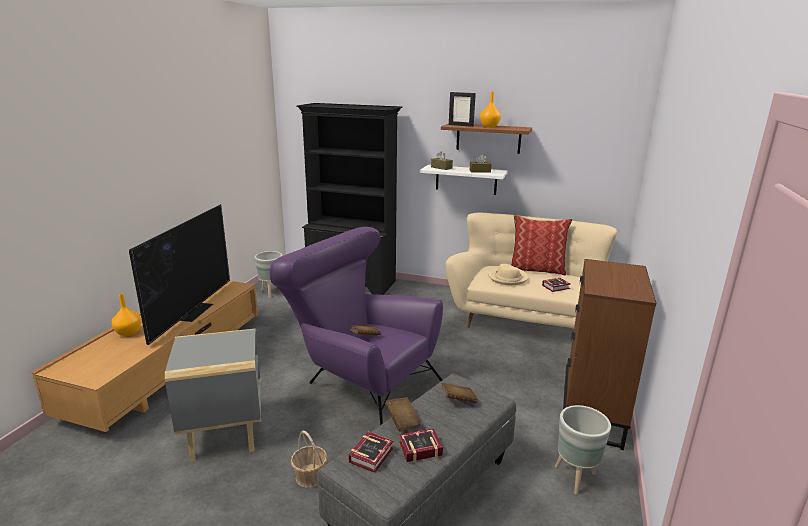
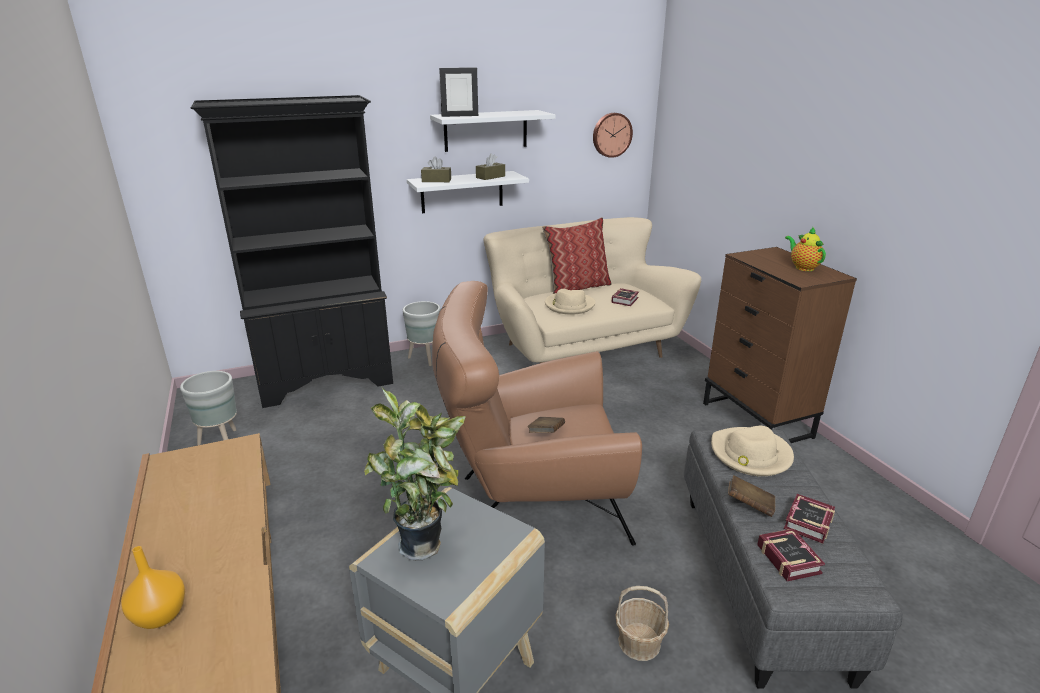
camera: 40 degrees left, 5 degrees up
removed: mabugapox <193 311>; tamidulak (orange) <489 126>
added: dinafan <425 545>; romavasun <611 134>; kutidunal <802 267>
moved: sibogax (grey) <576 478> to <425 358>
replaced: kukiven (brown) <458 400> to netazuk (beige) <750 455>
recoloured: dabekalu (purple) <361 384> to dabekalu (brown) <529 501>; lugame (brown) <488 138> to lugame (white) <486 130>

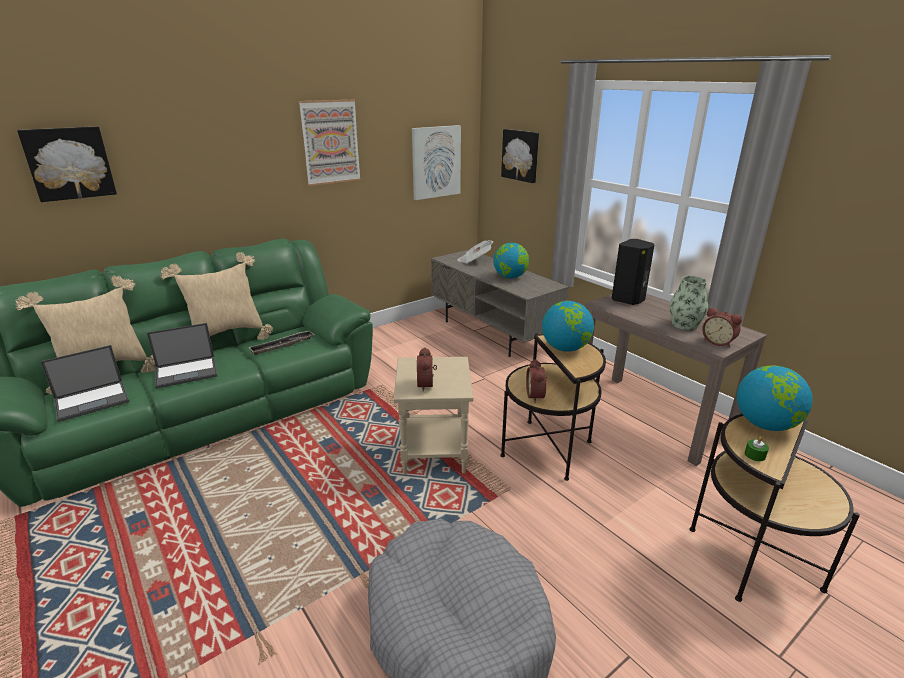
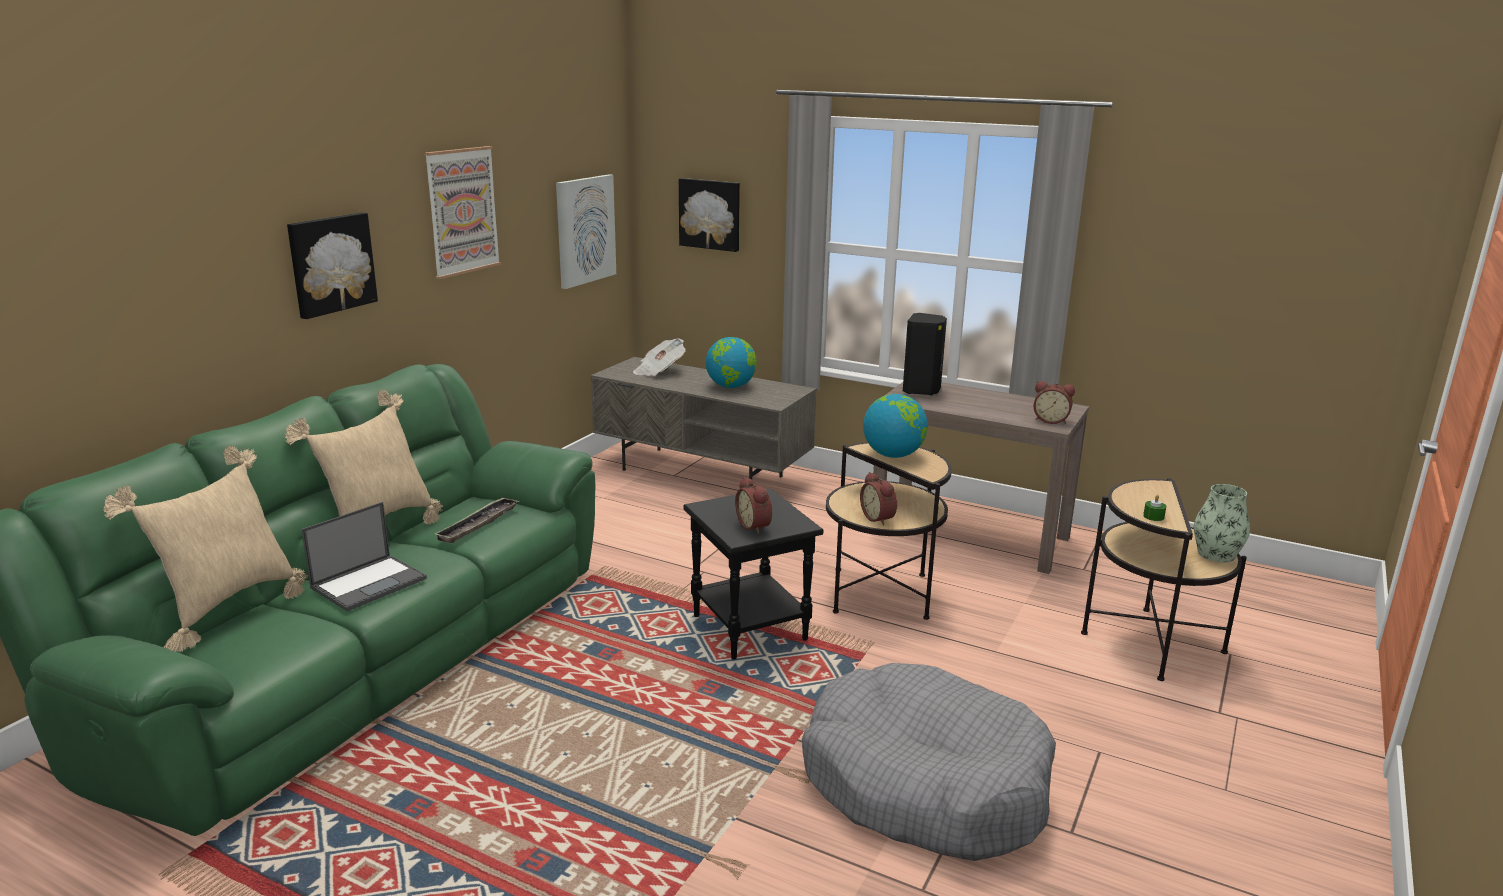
camera: 25 degrees left, 5 degrees down
removed: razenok <93 400>; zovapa <765 424>
moved: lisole <69 163> to <331 264>; tamidulak <684 325> to <1216 554>
recoloured: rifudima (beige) <435 453> to rifudima (black) <752 628>

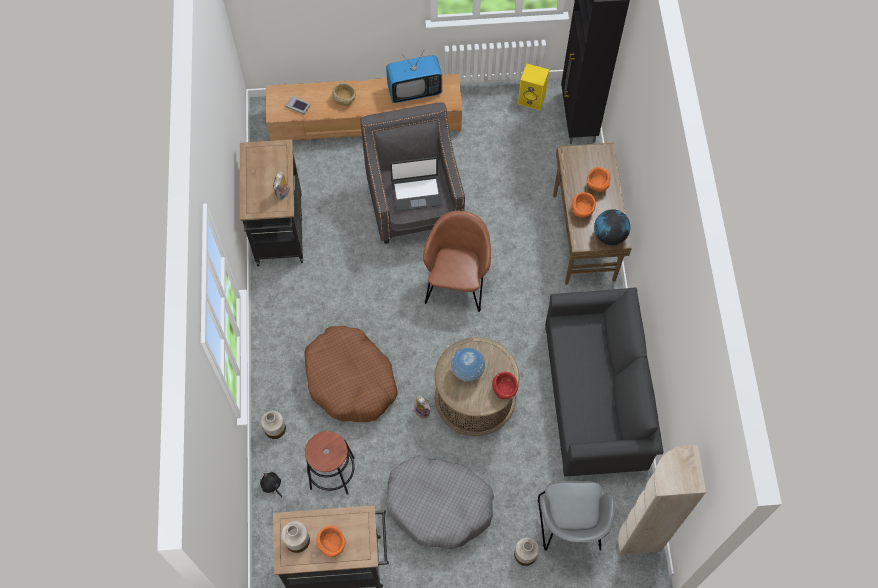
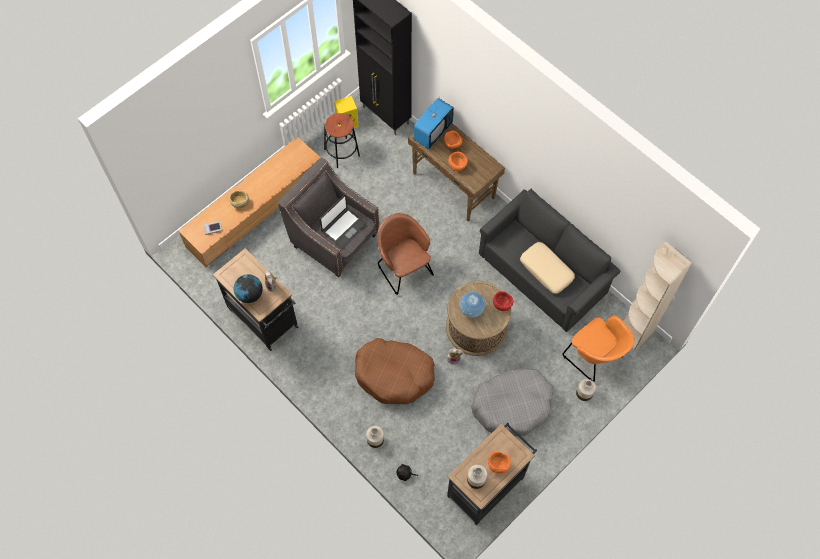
camera: 40 degrees left, 0 degrees up
added: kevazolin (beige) <546 270>
moved: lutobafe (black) <332 473> to <342 152>; mabugapox <414 91> to <433 132>; zovapa <609 235> to <249 294>
recoloured: dabekalu (grey) <569 527> to dabekalu (orange) <594 358>

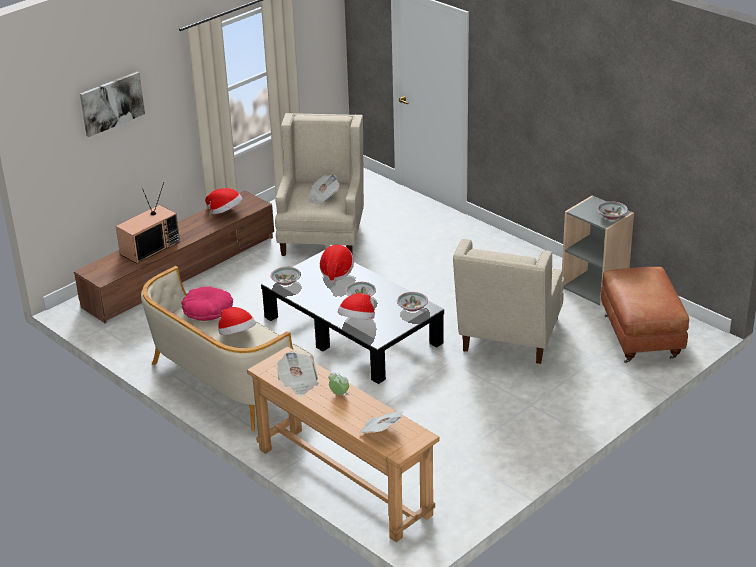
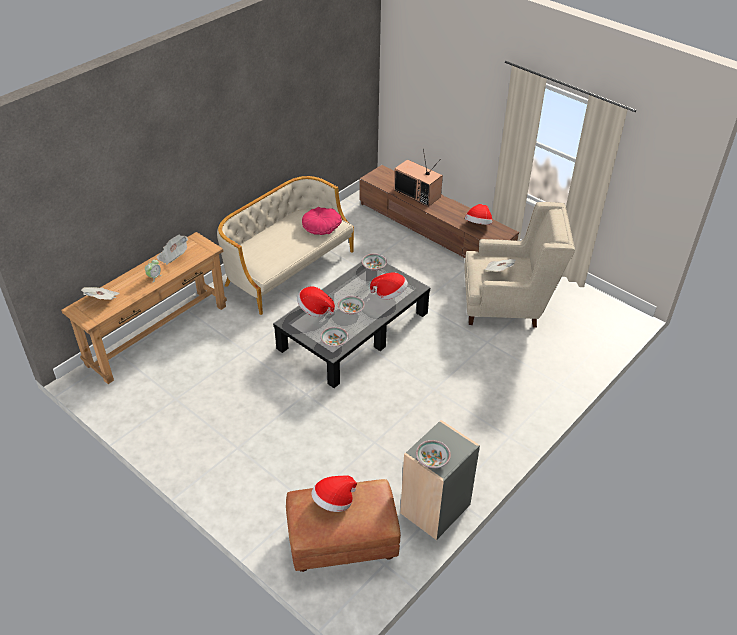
camera: 85 degrees right, 10 degrees up
removed: lisole <112 103>; dabekalu (beige) <508 340>
moved: netazuk <237 334> to <334 502>

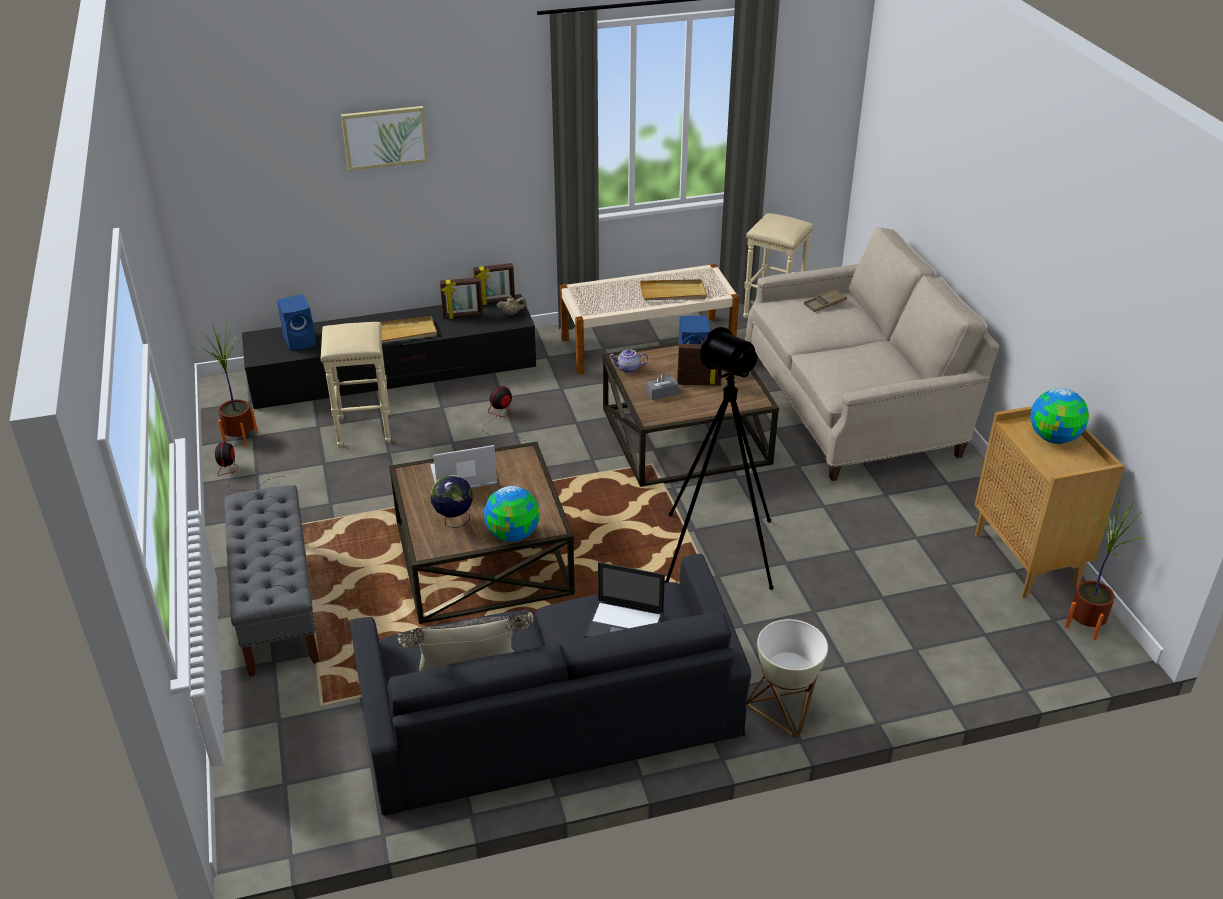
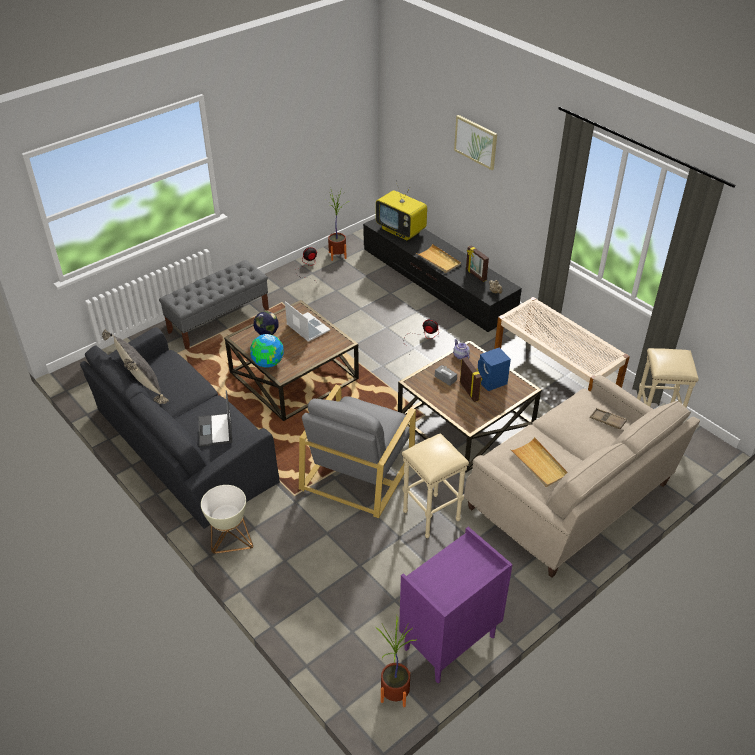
camera: 65 degrees right, 5 degrees up
removed: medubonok <495 302>; zovapa <1054 438>
moved: lutobafe (beige) <363 429> to <431 514>; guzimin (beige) <673 293> to <539 464>
replaced: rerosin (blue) <301 341> to mabugapox <401 230>; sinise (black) <718 551> to dabekalu (grey) <358 471>
recoloured: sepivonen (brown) <1026 560> to sepivonen (purple) <449 643>

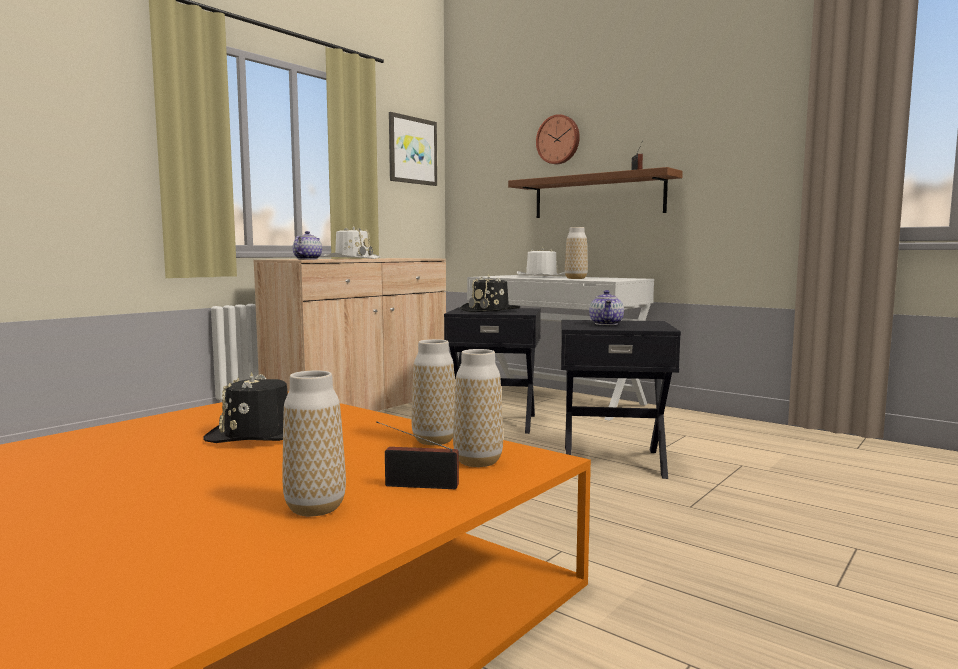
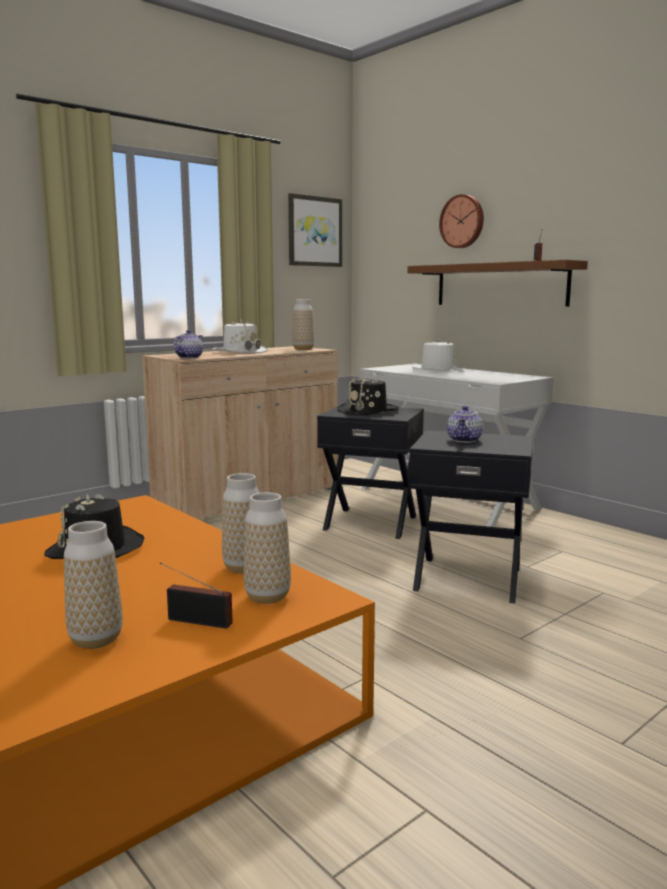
camera: 10 degrees right, 5 degrees up
moved: tamidulak <575 278> to <303 349>

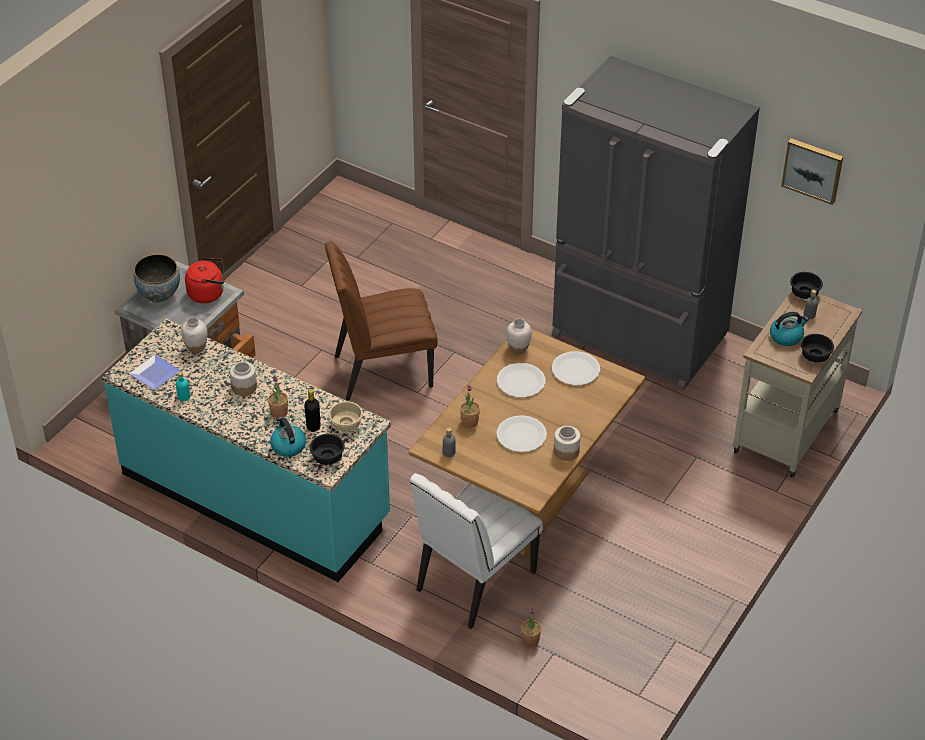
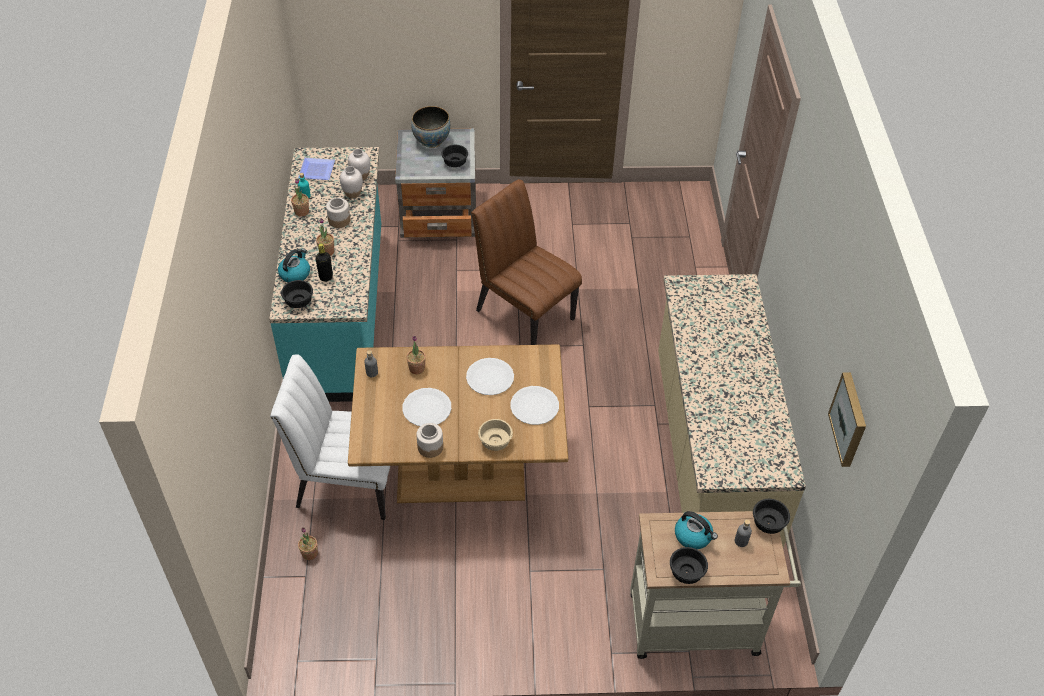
camera: 55 degrees right, 5 degrees up
added: dinafan <301 212>
moved: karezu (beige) <345 424> to <495 441>; tamidulak (white) <518 349> to <352 194>
replaced: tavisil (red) <208 293> to karezu (black) <455 163>; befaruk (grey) <637 338> to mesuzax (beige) <710 455>

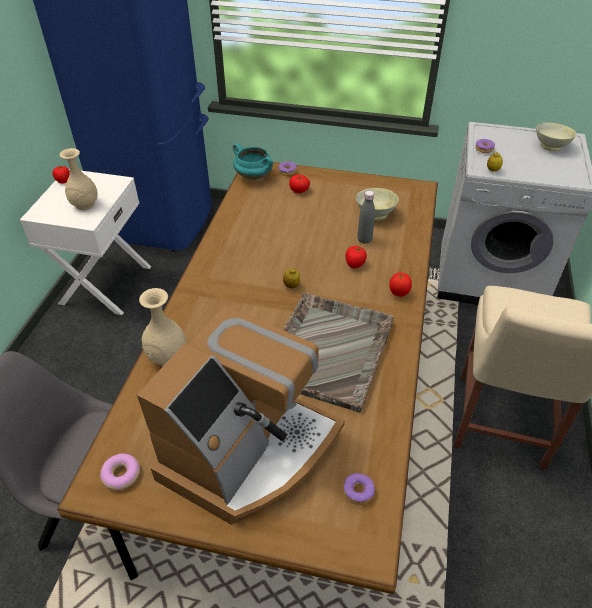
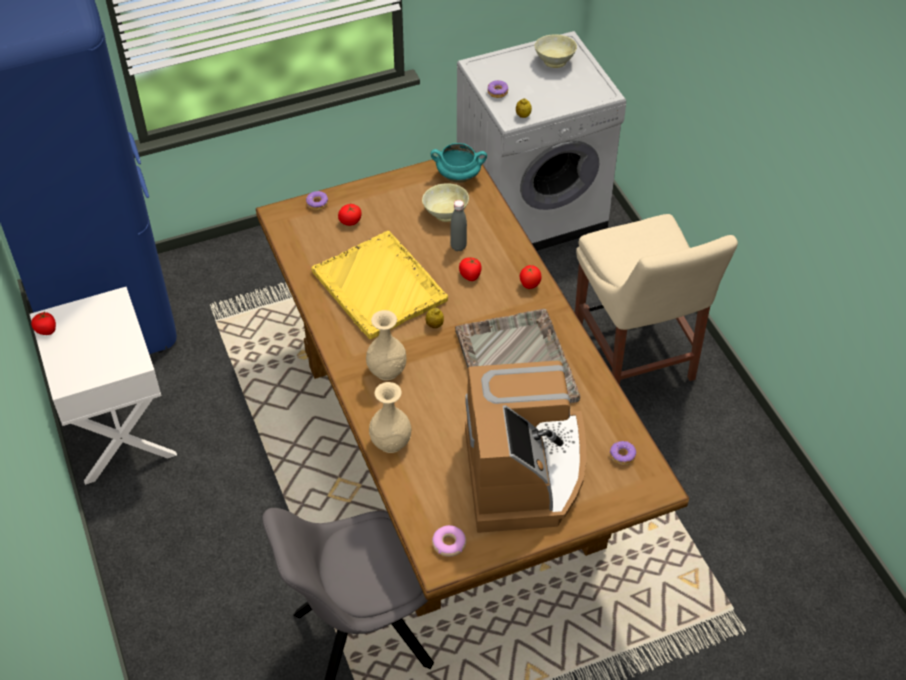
camera: 35 degrees left, 5 degrees up
added: guzimin (yellow) <380 287>
moved: tamidulak (beige) <85 205> to <387 371>; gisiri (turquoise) <254 176> to <459 176>

